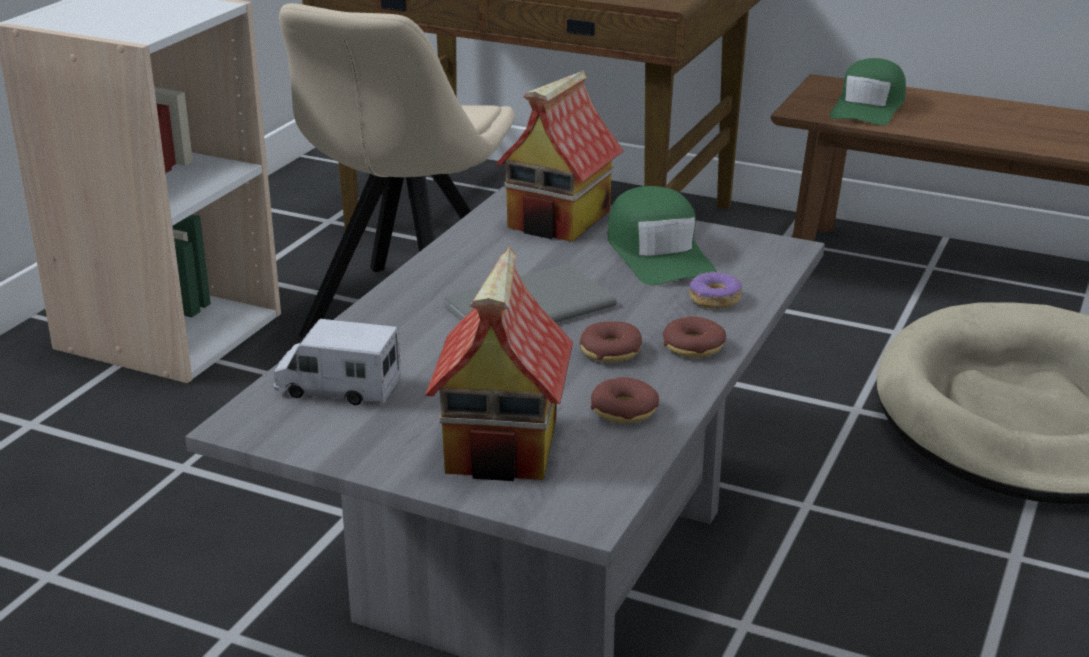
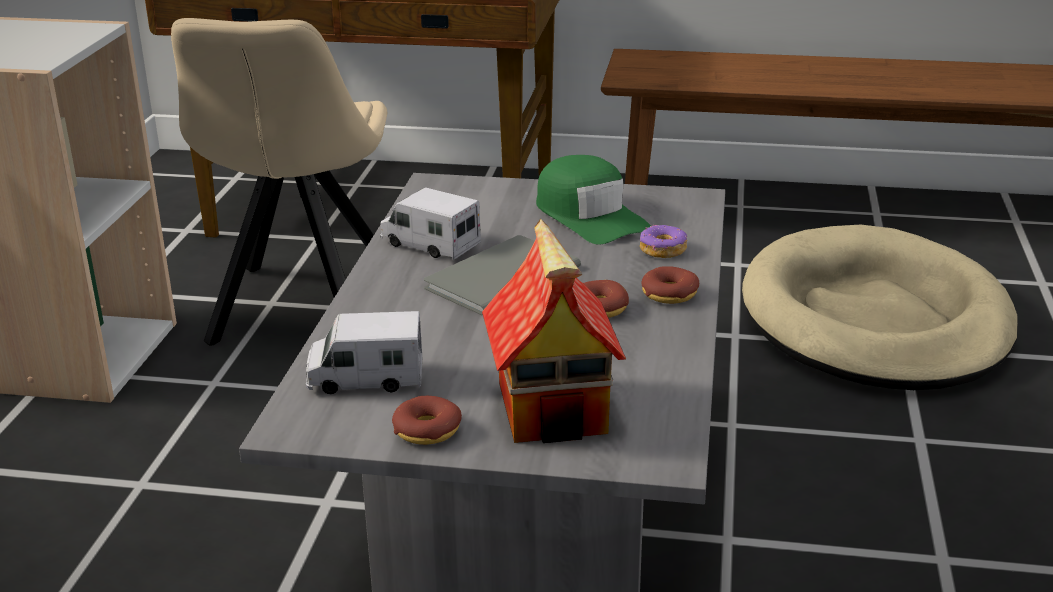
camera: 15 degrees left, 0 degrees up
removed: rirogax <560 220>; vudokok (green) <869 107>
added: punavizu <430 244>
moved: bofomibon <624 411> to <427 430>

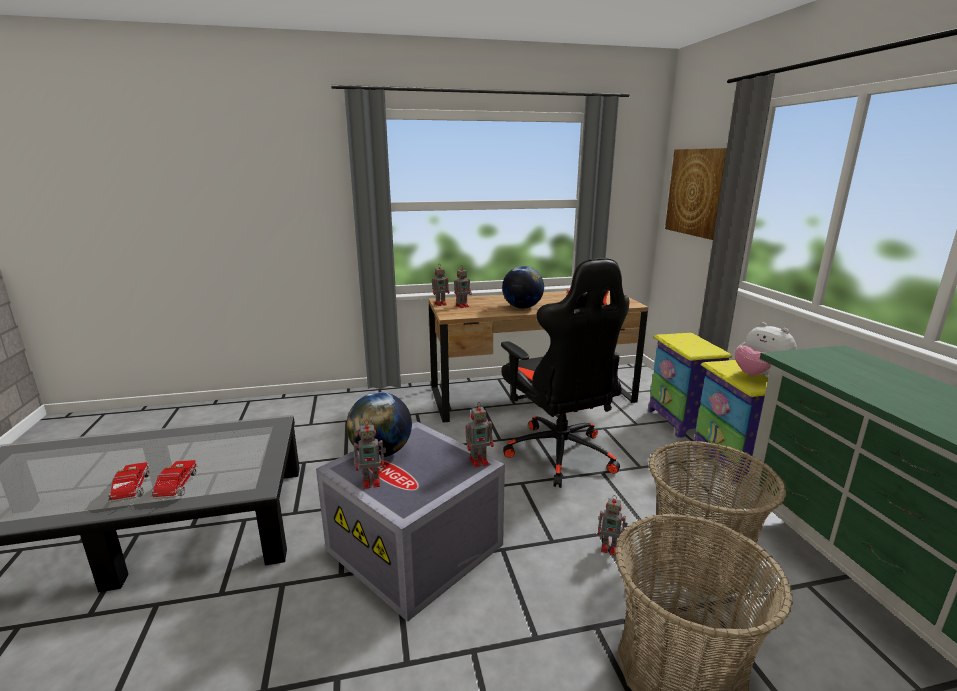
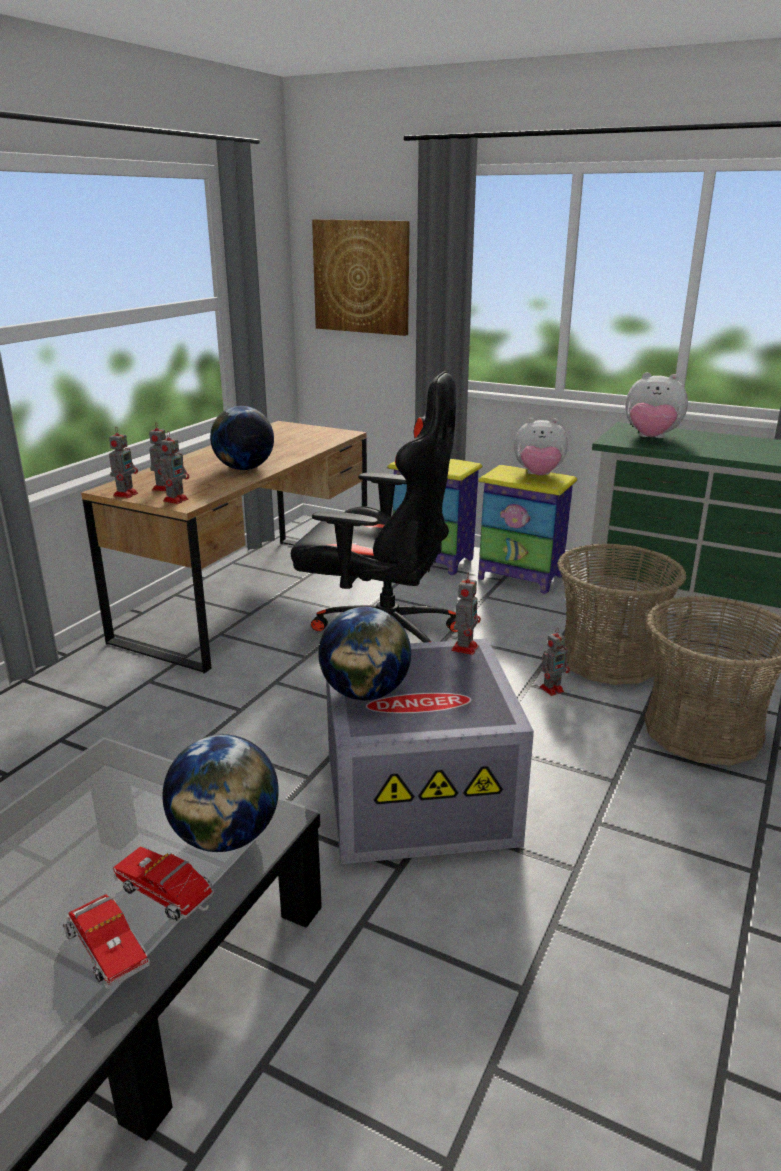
camera: 50 degrees left, 5 degrees up
added: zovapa <226 837>; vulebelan <651 438>
moved: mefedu <372 481> to <176 499>
turned: punavizu <132 490> = <105 947> 150 degrees counterclockwise

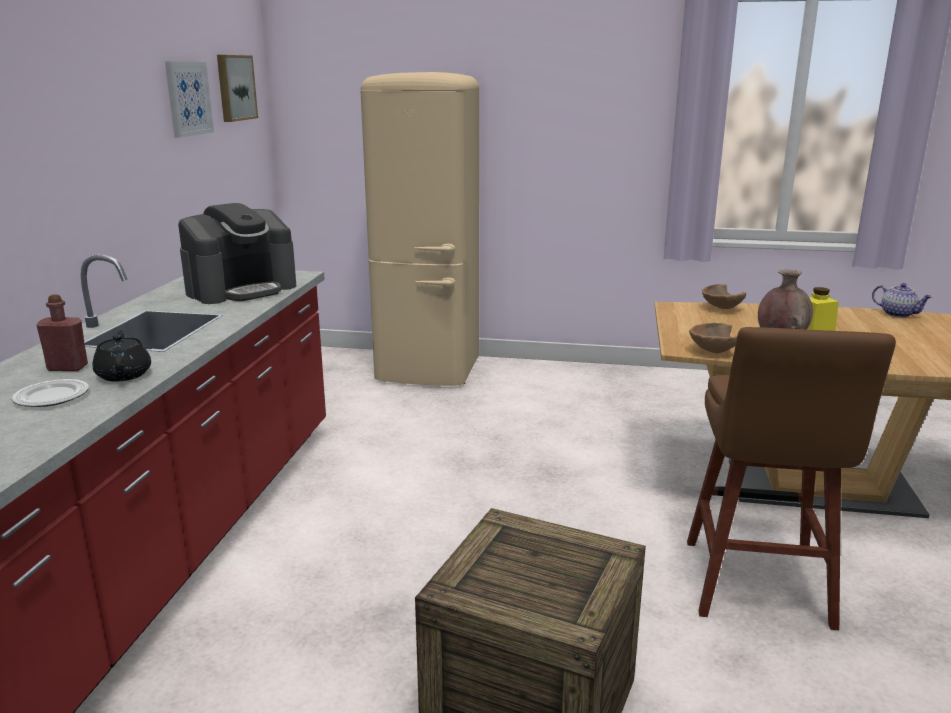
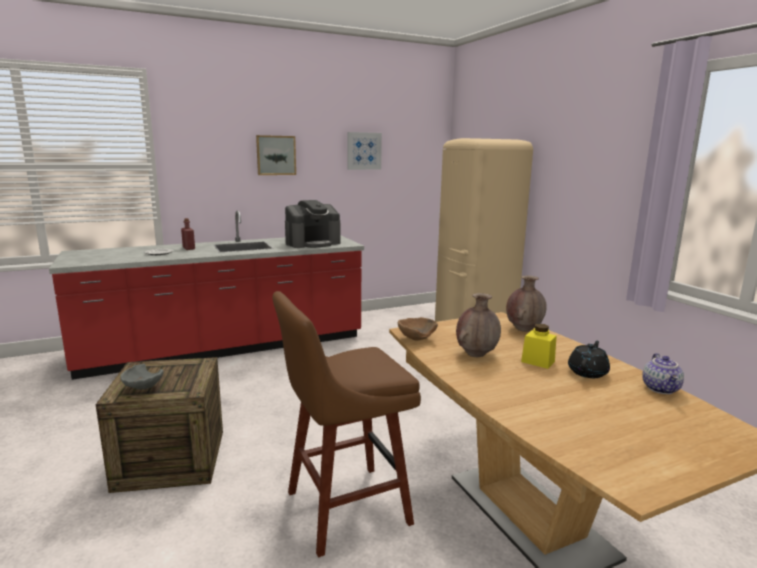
camera: 55 degrees right, 5 degrees down
added: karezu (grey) <142 389>
moved: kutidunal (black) <124 374> to <588 372>; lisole <234 88> to <276 155>
replaced: karezu (brown) <720 309> to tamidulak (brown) <523 329>
turned: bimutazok <241 289> = <313 243> 45 degrees counterclockwise

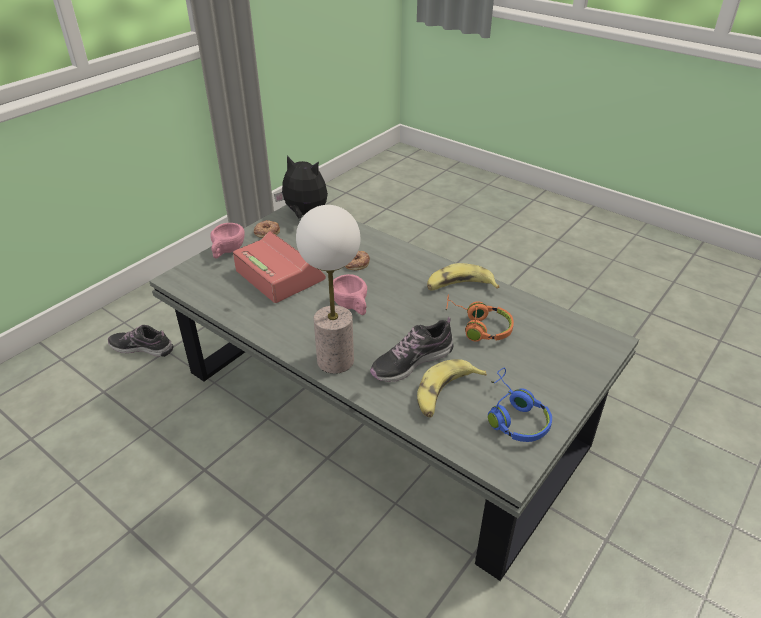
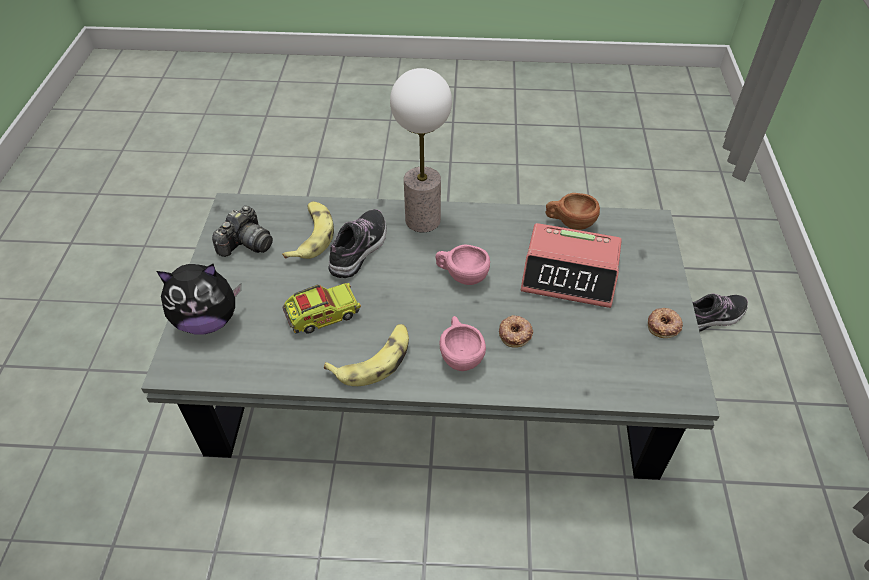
camera: 145 degrees right, 10 degrees up
added: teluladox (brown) <569 223>
moved: teluladox (pink) <227 252> to <460 354>; vulebelan <304 214> to <208 321>
replaced: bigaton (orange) <477 326> to punavizu <322 315>; bigaton (blue) <513 416> to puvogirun <246 244>

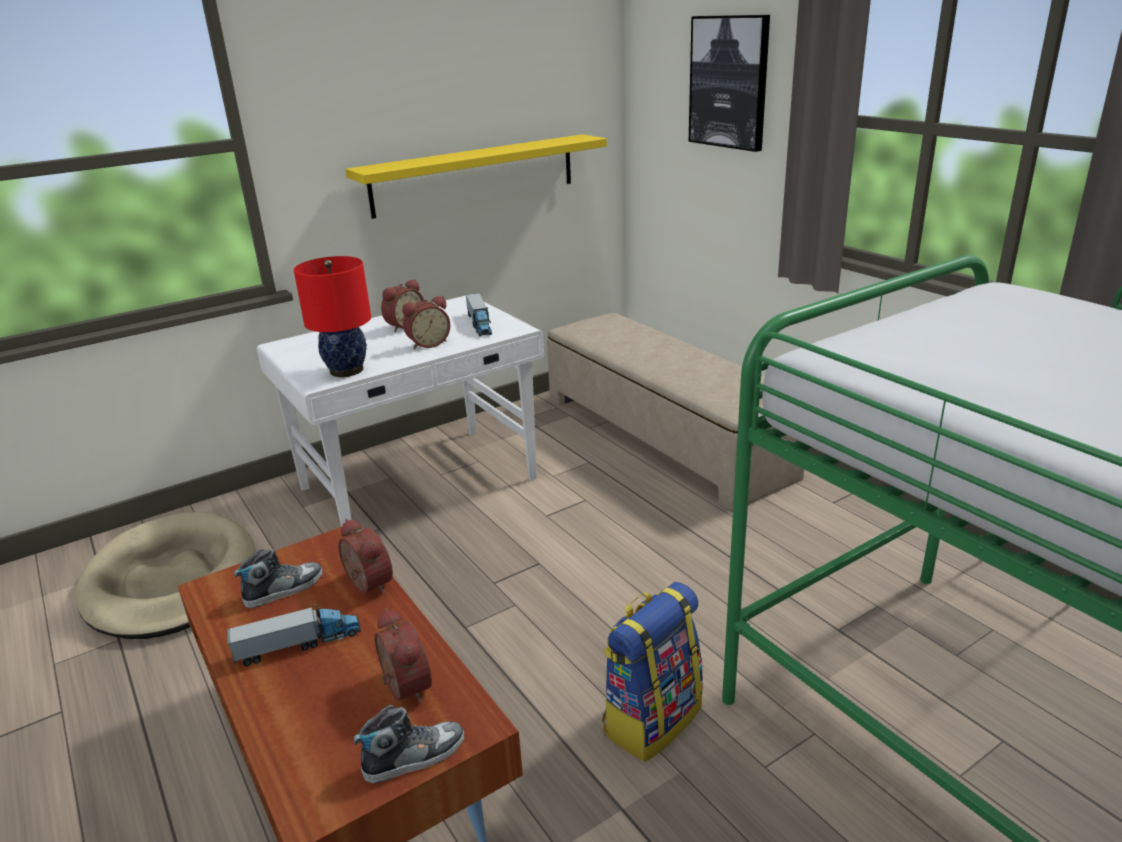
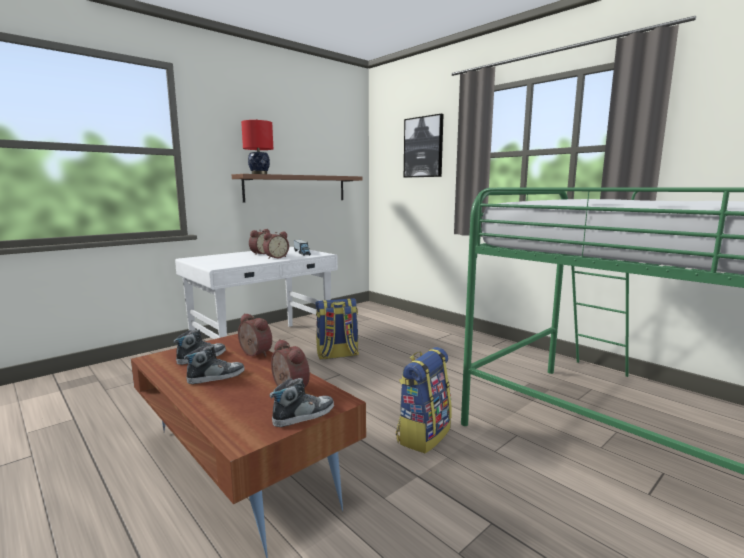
camera: 10 degrees left, 15 degrees down
removed: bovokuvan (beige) <171 581>; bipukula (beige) <665 436>
added: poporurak <337 355>
moved: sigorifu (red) <346 370> to <259 174>
replaced: punavizu <298 644> to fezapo <216 376>
recoloured: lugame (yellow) <475 175> to lugame (brown) <296 188>

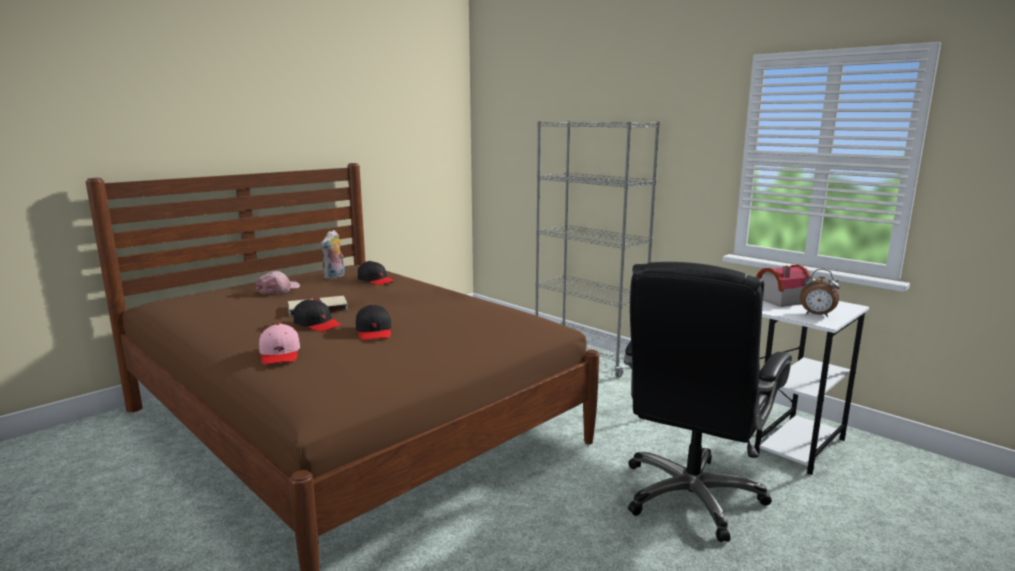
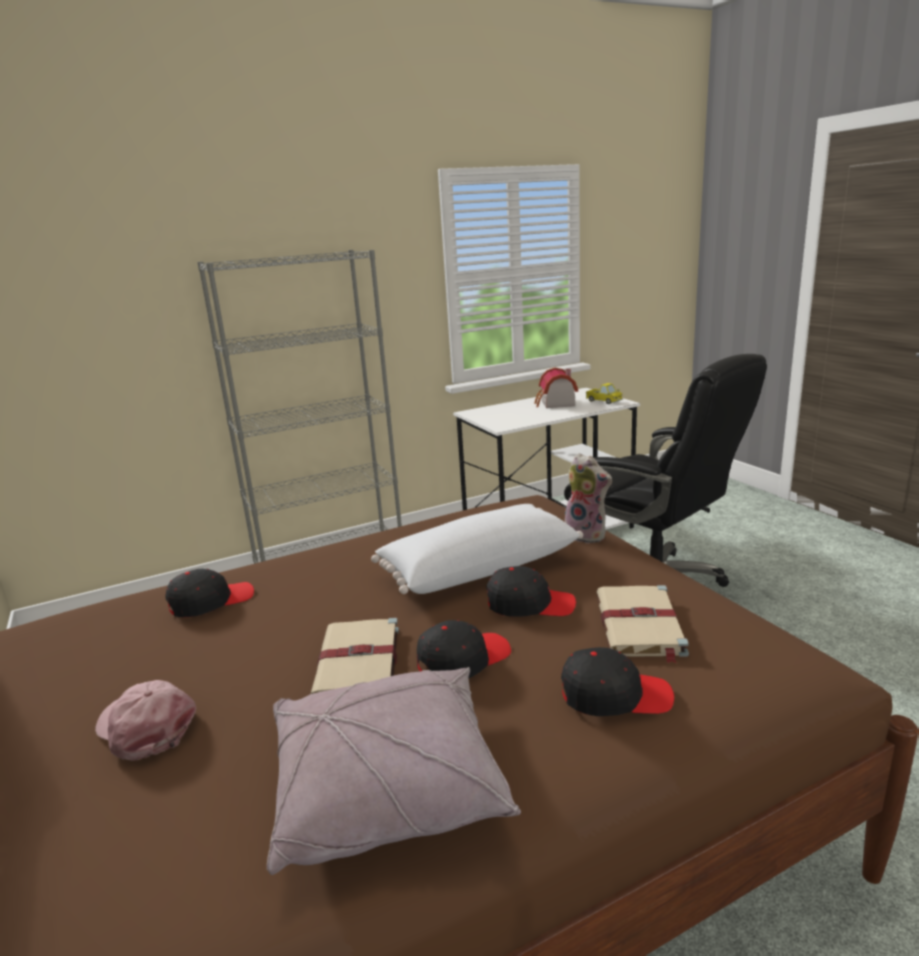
camera: 70 degrees left, 5 degrees up
added: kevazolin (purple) <388 786>; kevazolin (white) <478 567>; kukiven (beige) <639 625>
moved: vulebelan <335 277> to <588 535>
replaced: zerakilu <816 315> to punavizu <603 401>
recoloured: vudokok (pink) <280 353> to vudokok (black) <615 695>

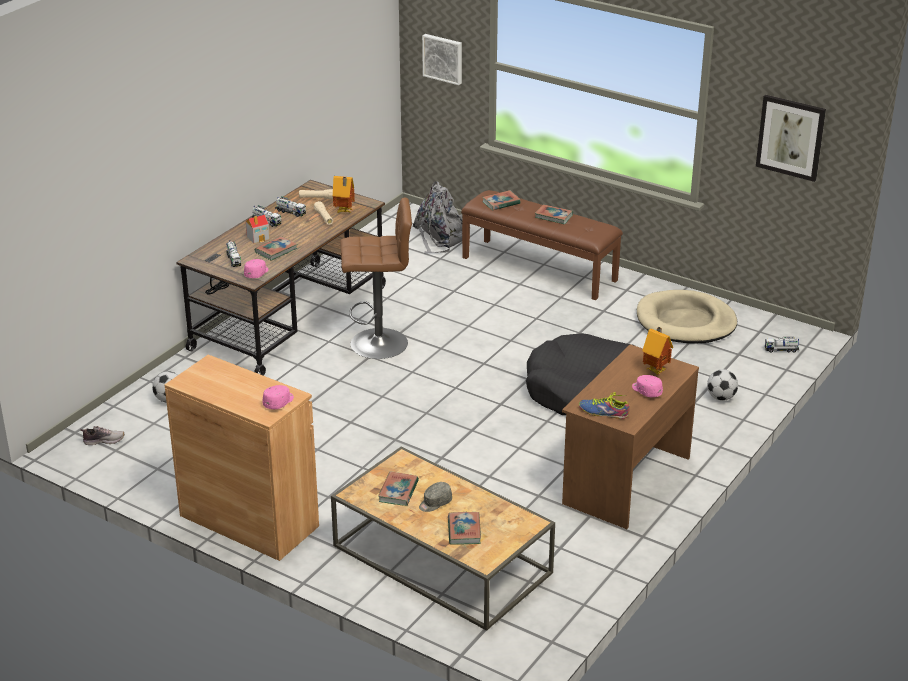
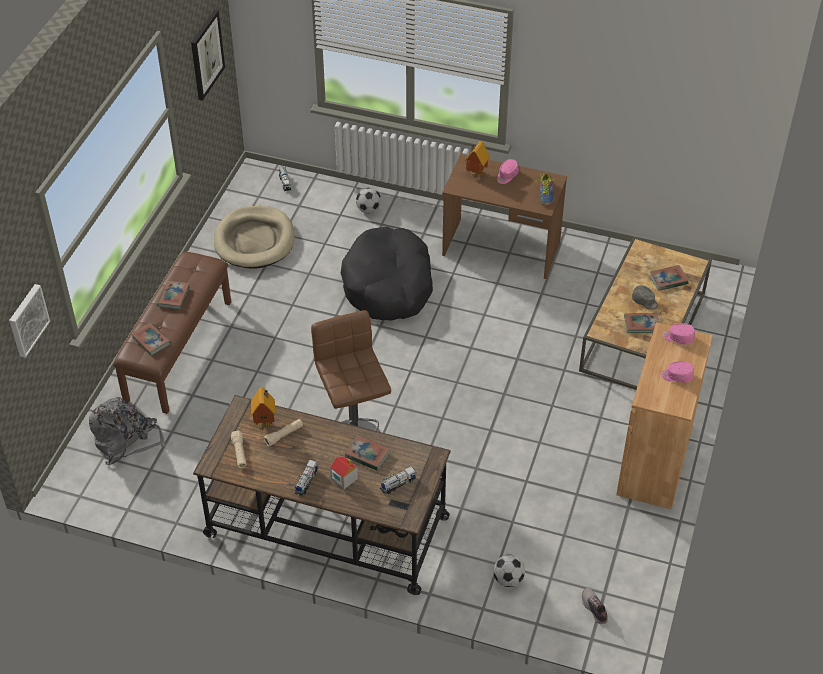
camera: 105 degrees left, 15 degrees up
removed: punavizu <290 212>
moved: vudokok (pink) <257 273> to <676 376>

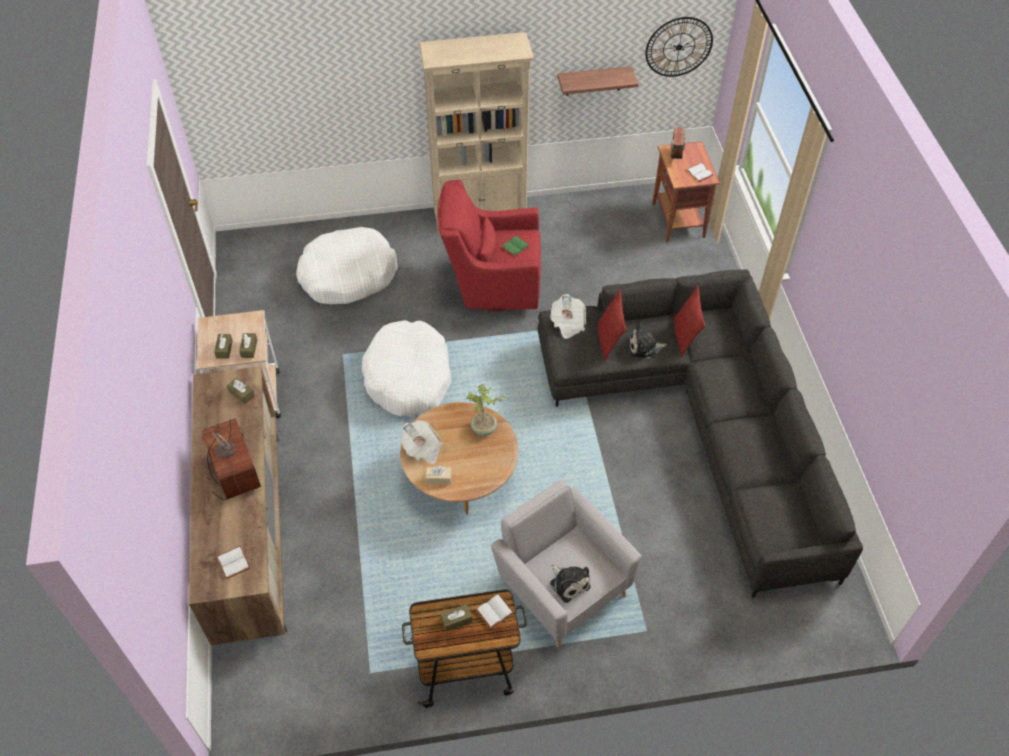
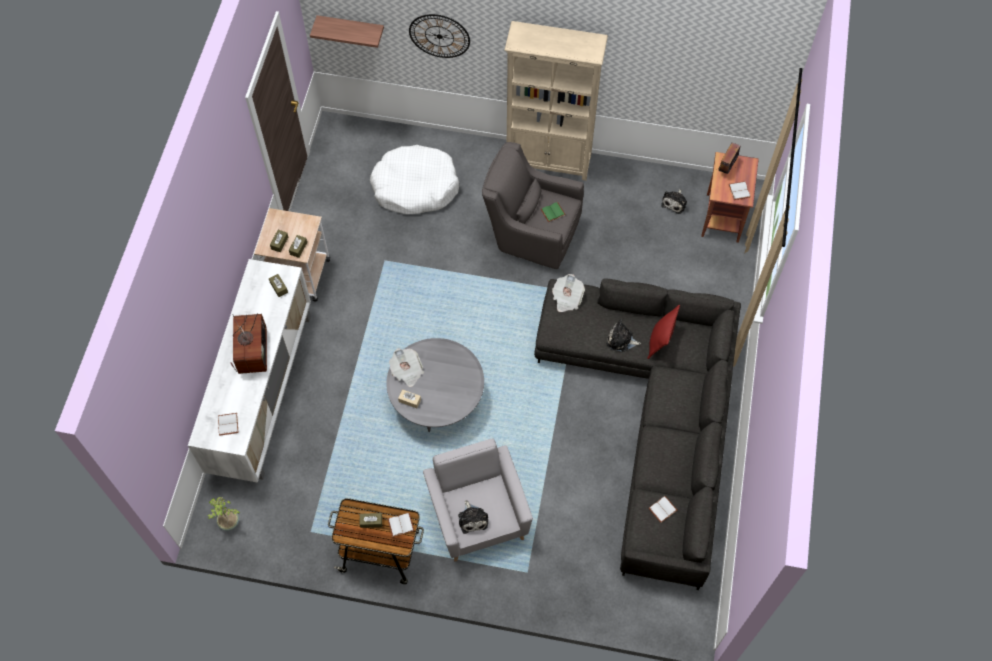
camera: 20 degrees right, 10 degrees up
removed: bovokuvan (white) <408 377>; kevazolin (red) <609 341>
added: kukiven (white) <663 510>; vulebelan <675 202>
moved: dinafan <484 429> to <229 523>; lugame <593 81> to <351 28>; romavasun <679 47> to <439 36>
recoloured: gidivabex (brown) <249 531> to gidivabex (white) <261 390>; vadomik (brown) <461 477> to vadomik (grey) <437 399>; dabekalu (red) <492 286> to dabekalu (grey) <531 233>

